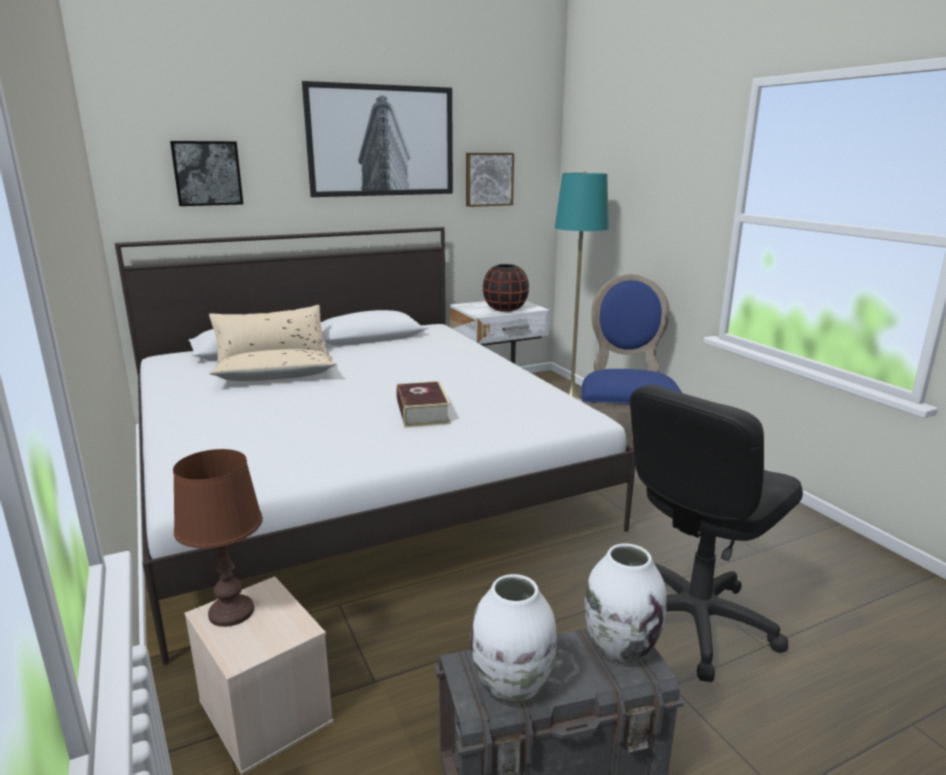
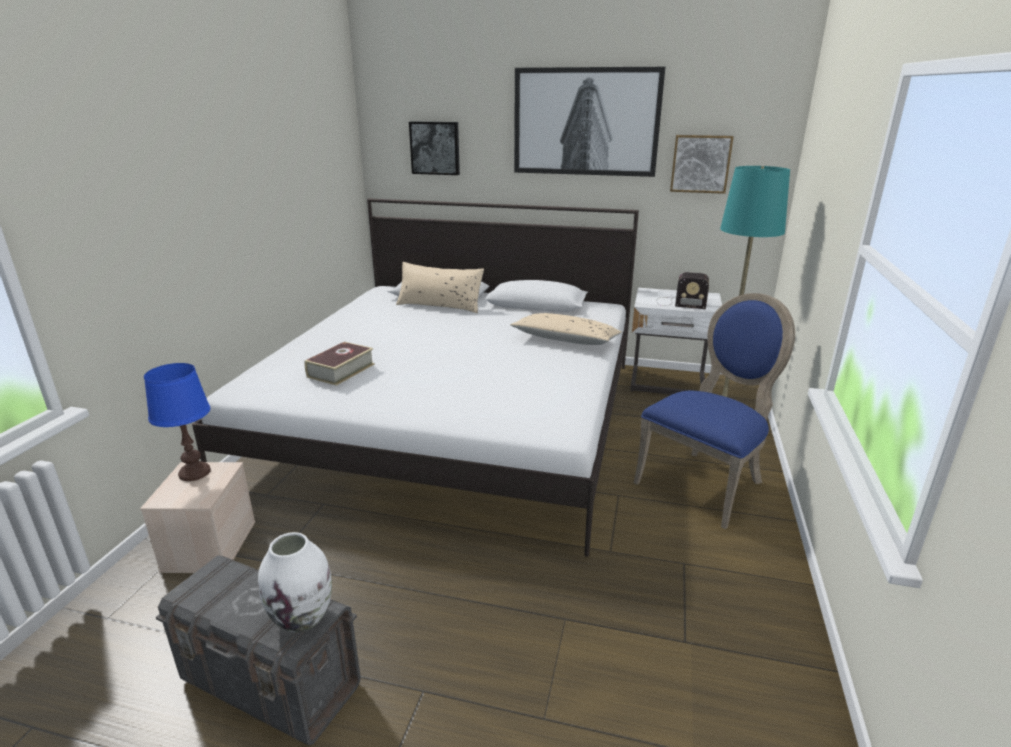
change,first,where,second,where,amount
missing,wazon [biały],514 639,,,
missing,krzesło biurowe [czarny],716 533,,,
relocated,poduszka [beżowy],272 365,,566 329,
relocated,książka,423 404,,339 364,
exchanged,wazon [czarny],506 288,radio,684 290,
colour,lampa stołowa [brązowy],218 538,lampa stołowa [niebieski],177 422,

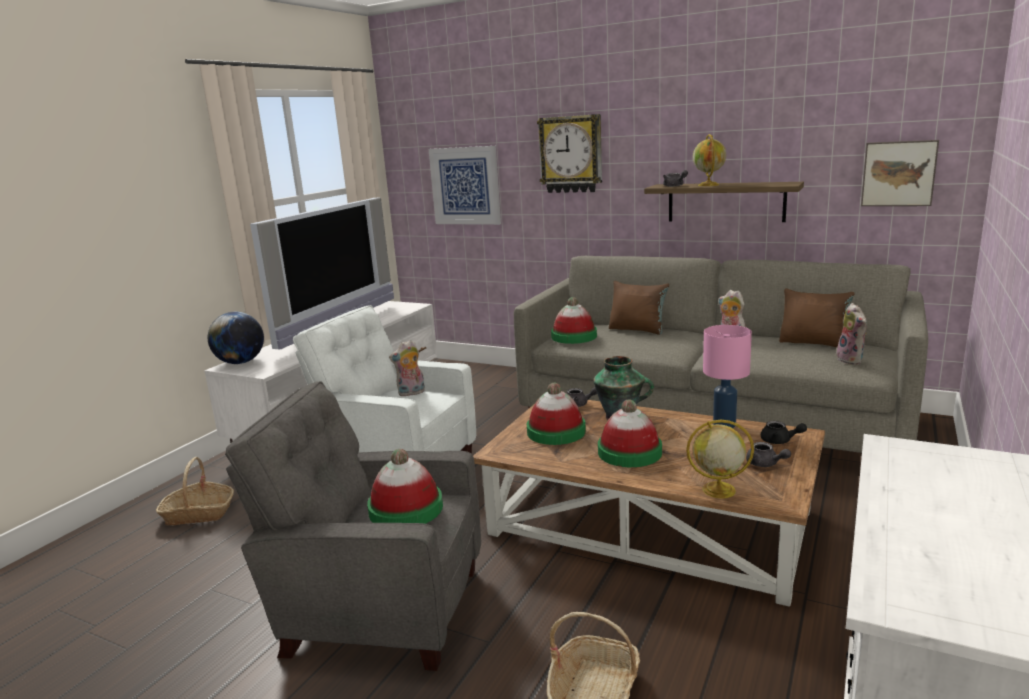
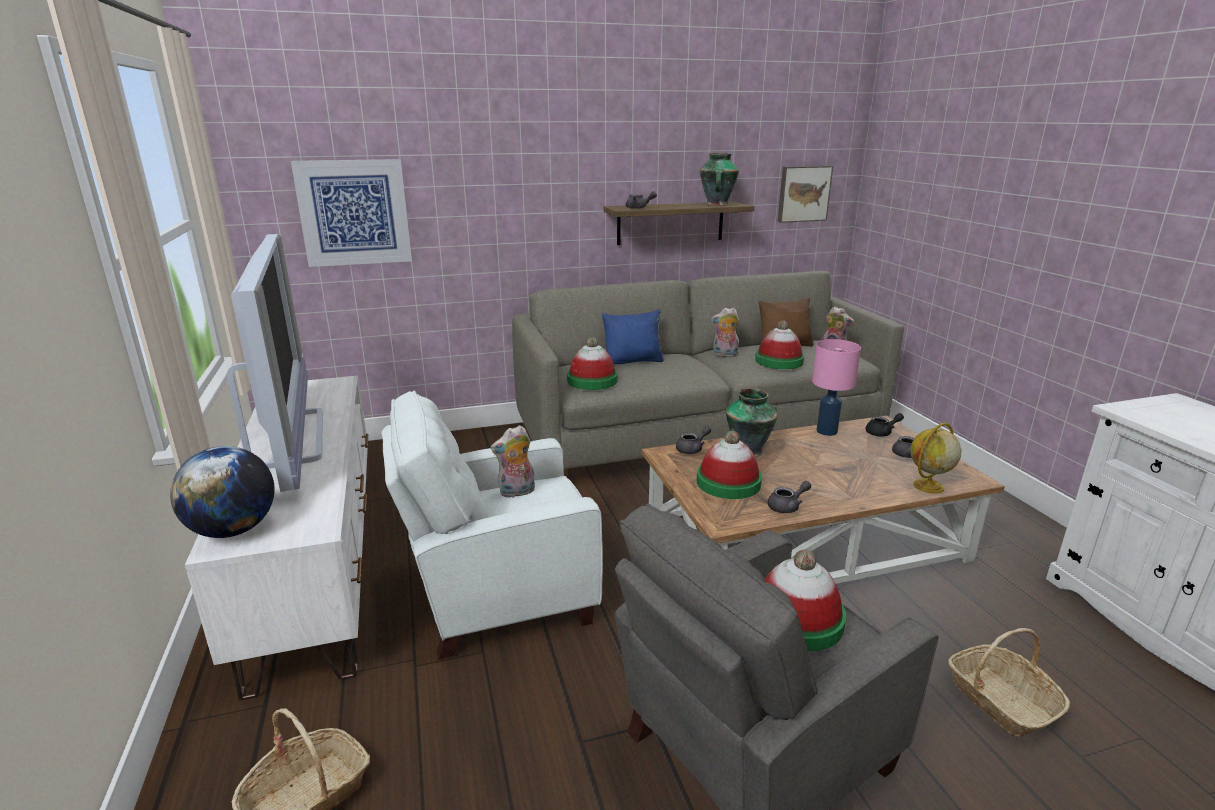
change,first,where,second,where,amount
missing,zegar ścienny,569 153,,,
missing,globus,709 160,,,
appeared,,,wazon,719 179,
appeared,,,imbryk [szary],789 497,
relocated,kapelusz,630 433,,779 344,
colour,poduszka [brązowy],639 308,poduszka [niebieski],633 336,
spun,pluszak,407 368,,512 461,45 degrees clockwise

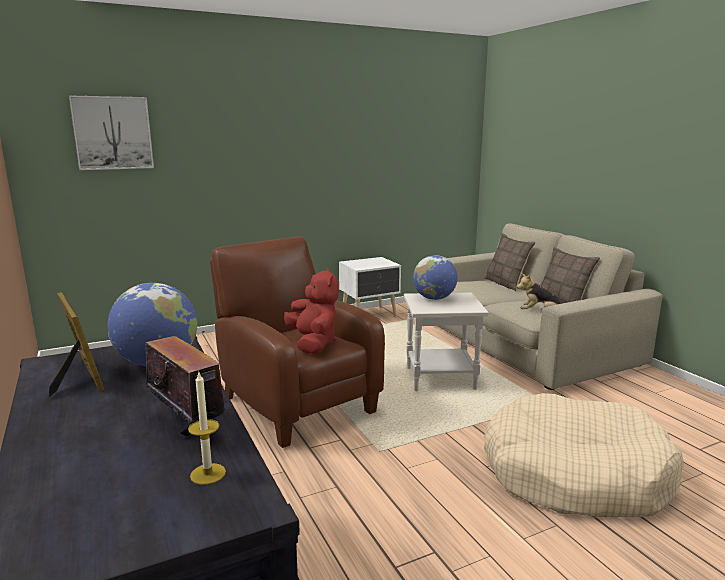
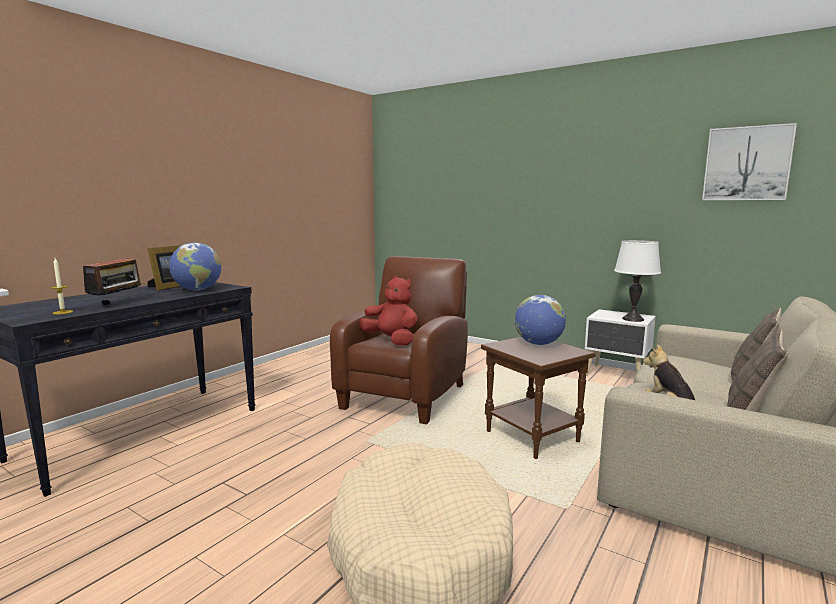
change,first,where,second,where,amount
appeared,,,lampa stołowa [biały],637 281,
relocated,obraz,111 132,,749 161,
colour,stolik [biały],446 342,stolik [brązowy],538 398,
spun,pluszak [czerwony],311 311,,388 310,90 degrees counterclockwise

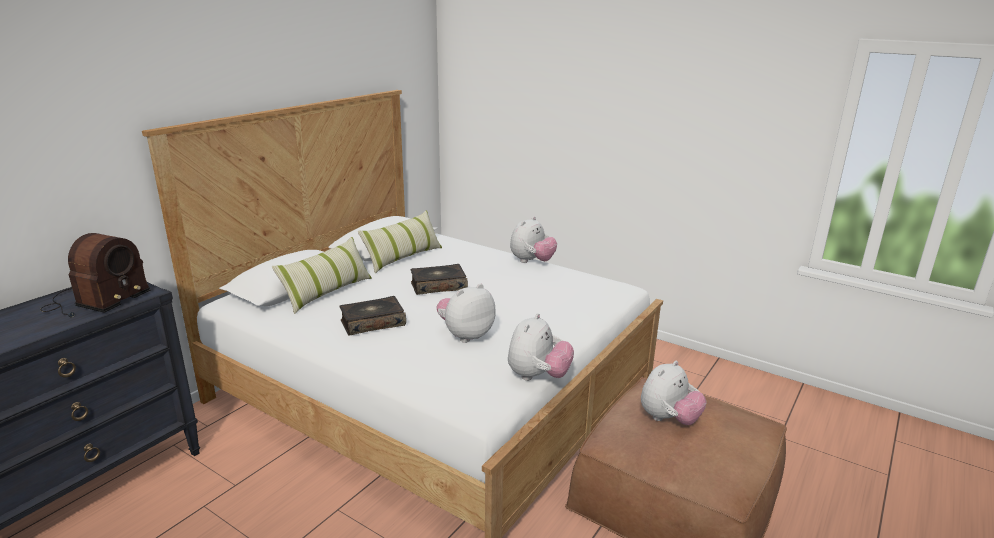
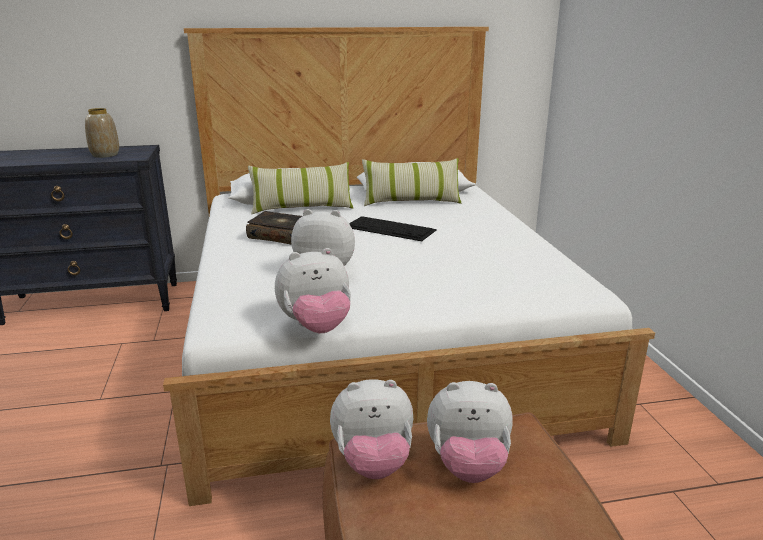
change,first,where,second,where,amount
relocated,pluszak,533 239,,371 429,
exchanged,radio,95 275,wazon,102 133,
exchanged,książka,439 279,klawiatura,393 228,

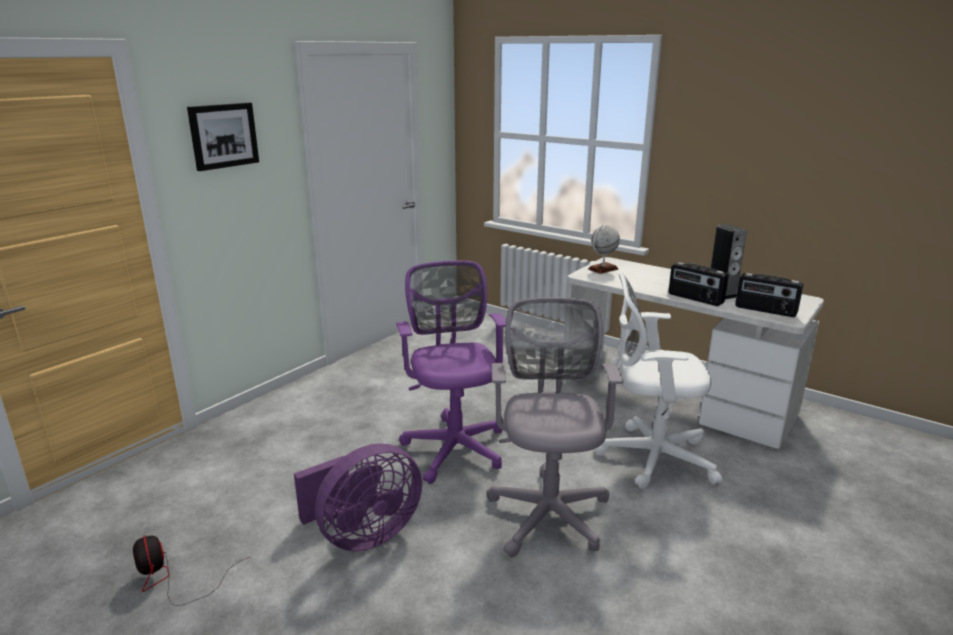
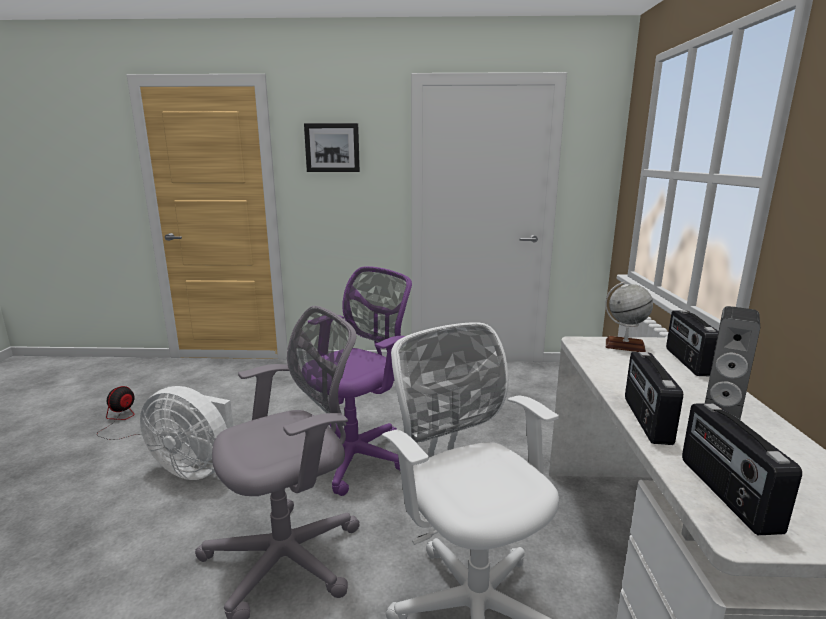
change,first,where,second,where,amount
appeared,,,radio,692 343,
colour,wentylator [fioletowy],358 497,wentylator [biały],186 433,

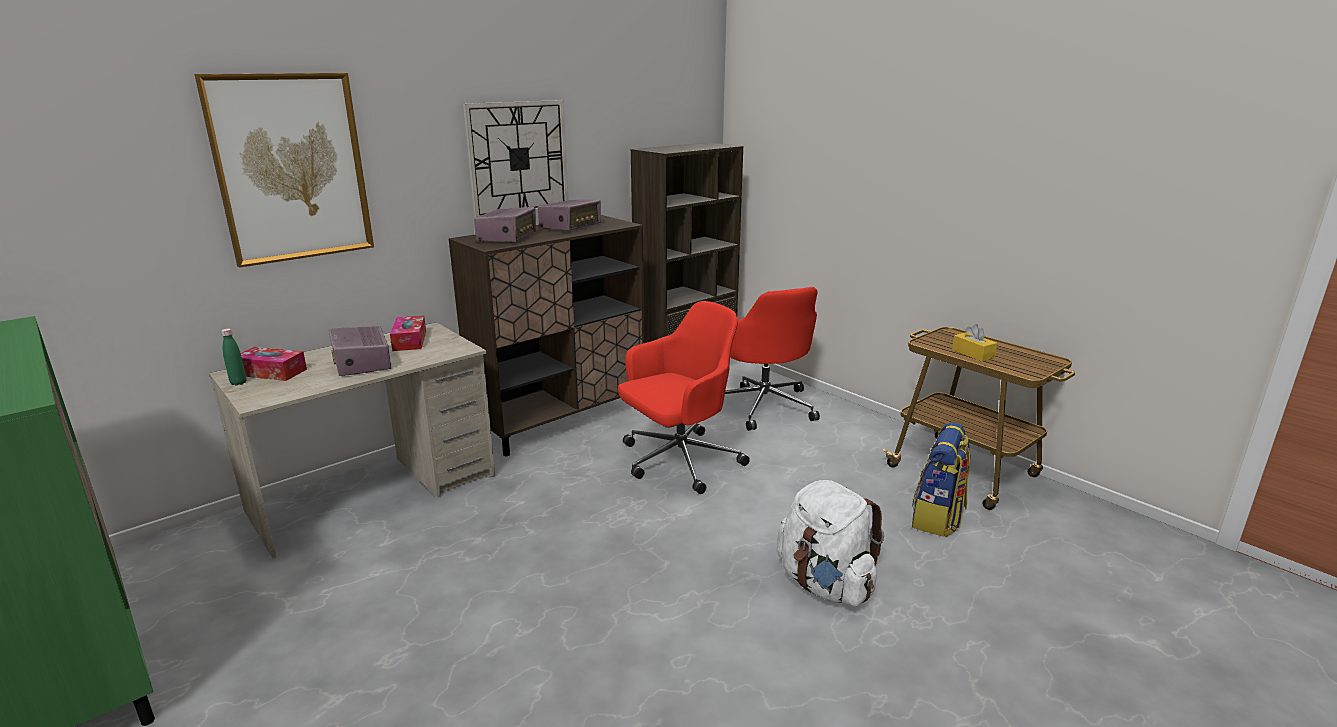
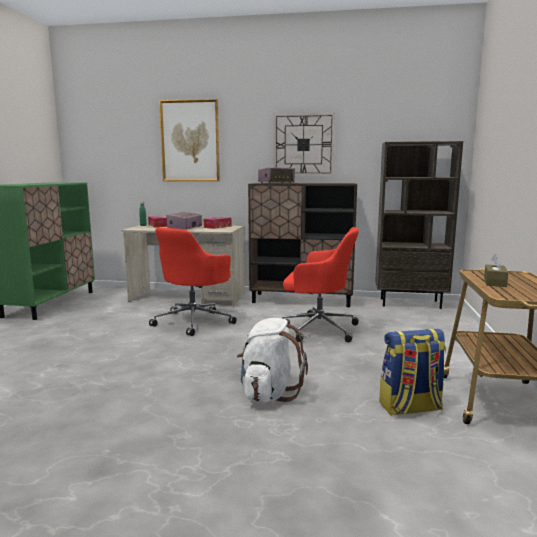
change,first,where,second,where,amount
missing,radio,569 215,,,
relocated,krzesło biurowe [czerwony],772 359,,193 281,
colour,pudełko chusteczek [żółty],975 343,pudełko chusteczek [brązowy],496 270,

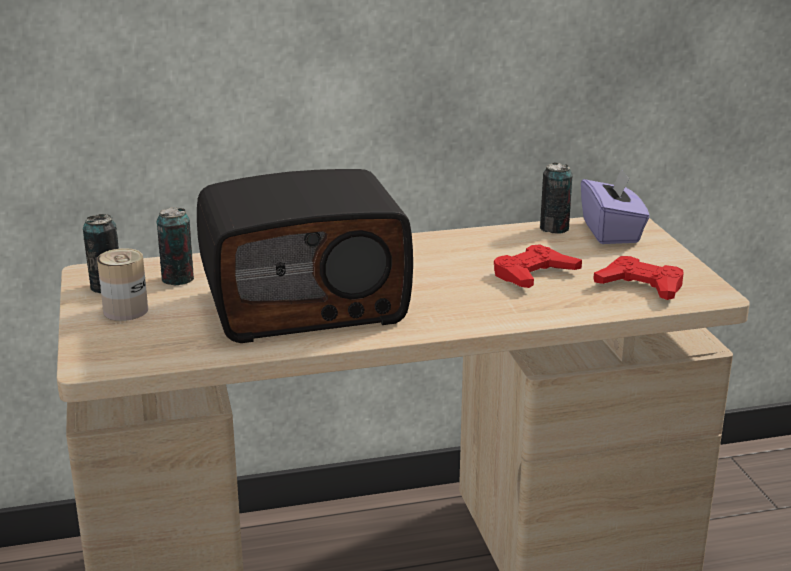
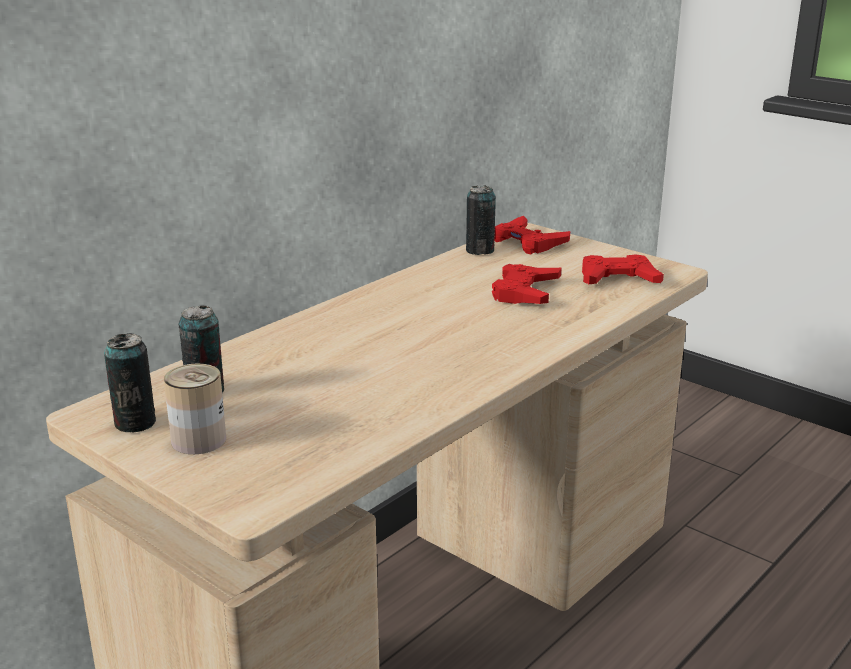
change,first,where,second,where,amount
missing,radio,305 256,,,
exchanged,pudełko chusteczek [fioletowy],615 206,pad do gier [czerwony],532 235,

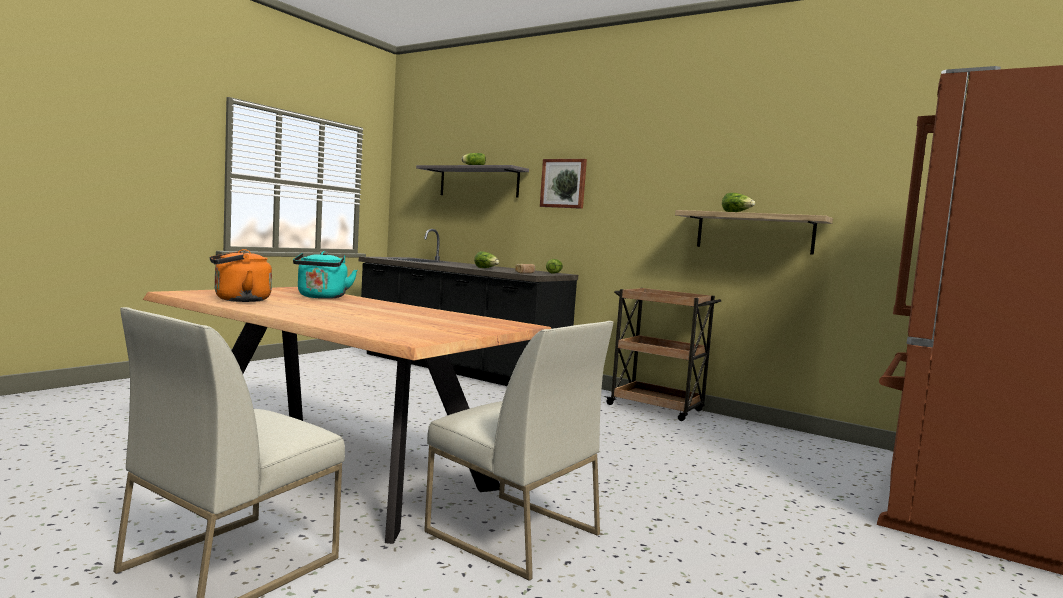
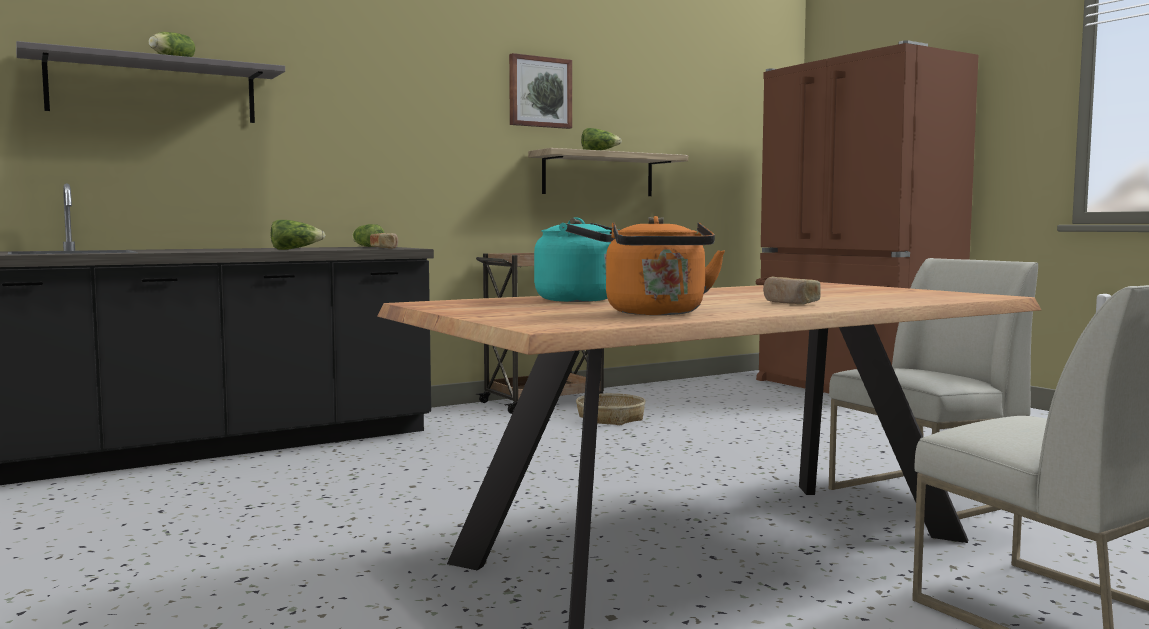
change,first,where,second,where,amount
appeared,,,koszyk,611 409,
appeared,,,chleb,792 290,
relocated,obraz,563 184,,540 91,

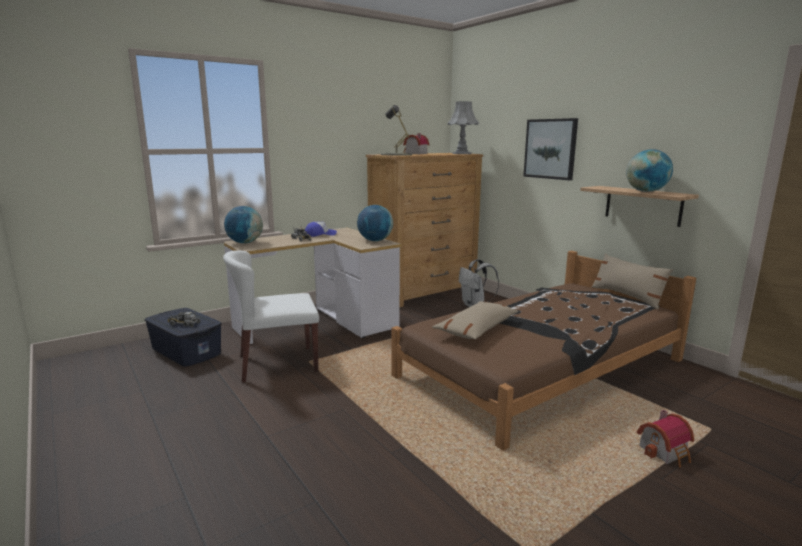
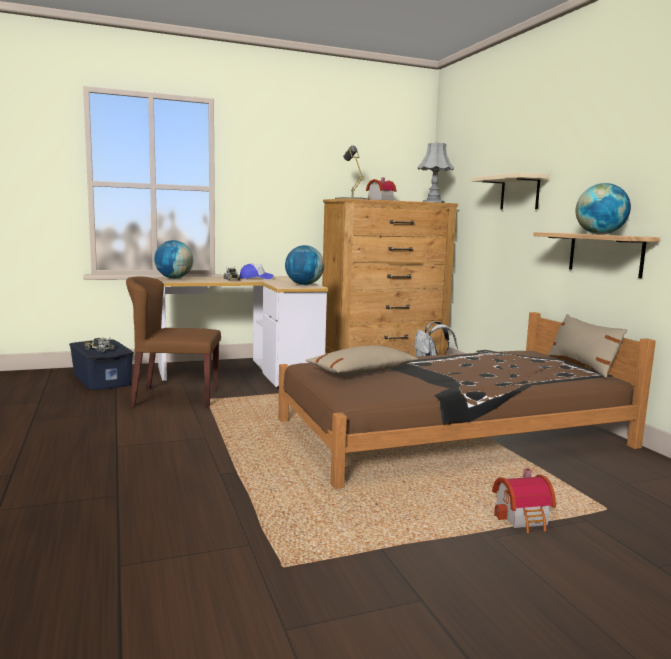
change,first,where,second,where,amount
exchanged,obraz,550 149,półka [beżowy],510 190,
colour,krzesło [biały],271 316,krzesło [brązowy],173 342,

